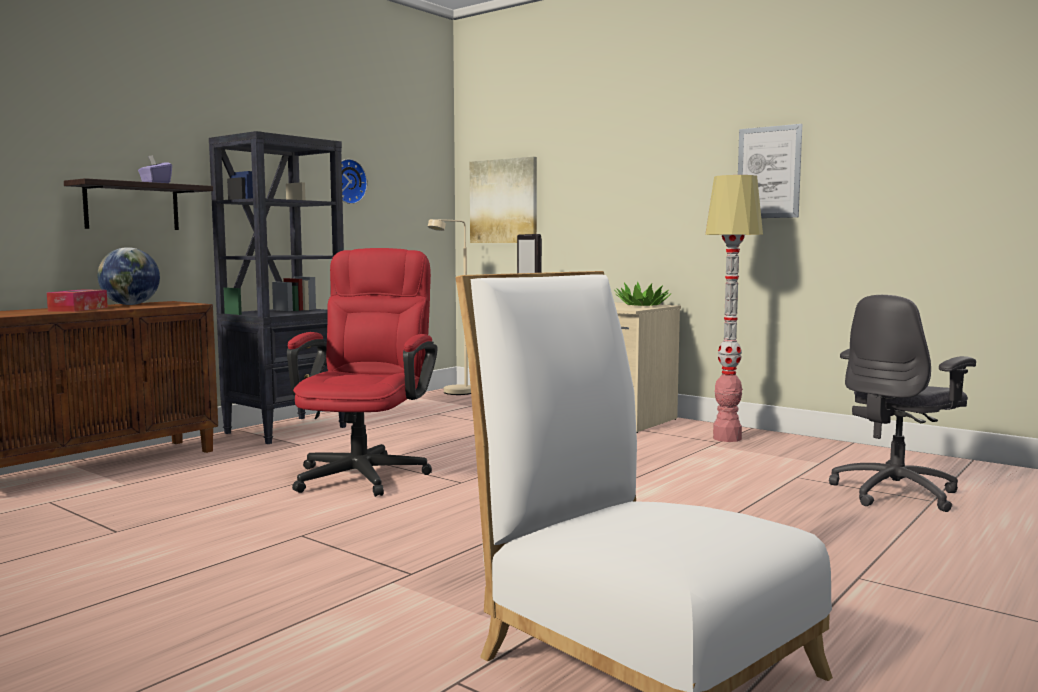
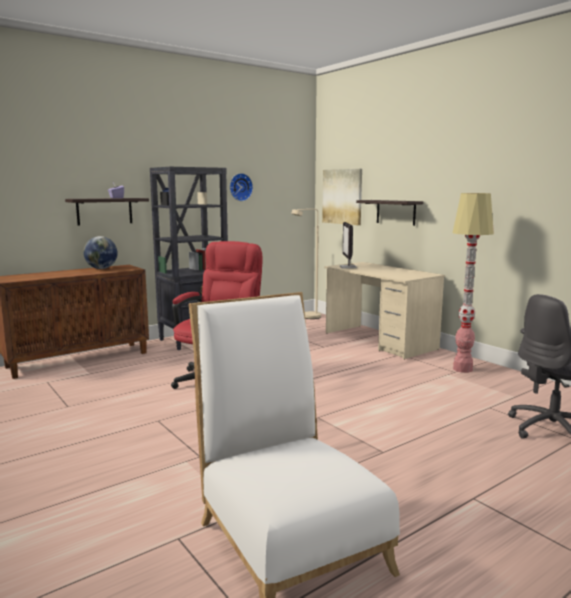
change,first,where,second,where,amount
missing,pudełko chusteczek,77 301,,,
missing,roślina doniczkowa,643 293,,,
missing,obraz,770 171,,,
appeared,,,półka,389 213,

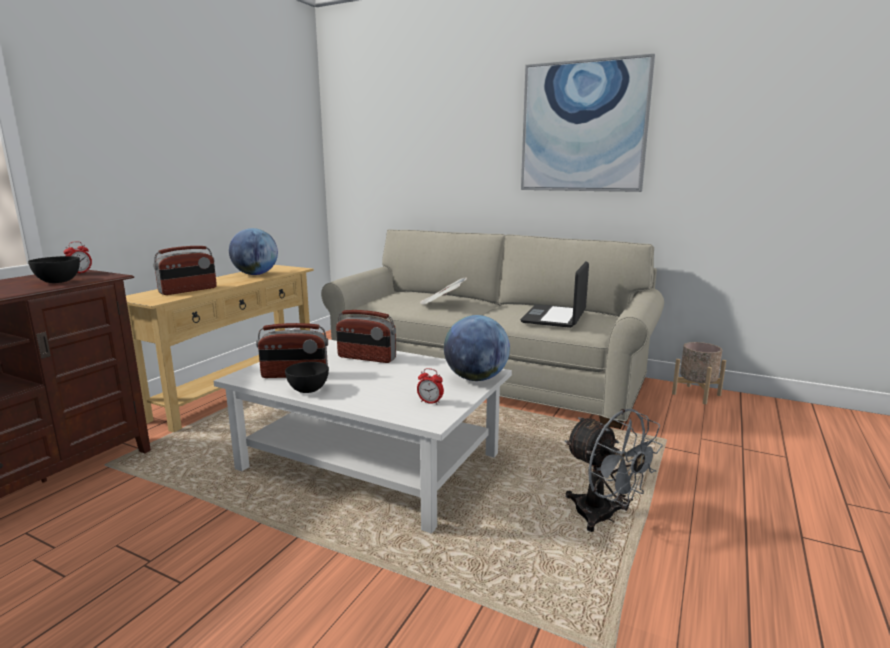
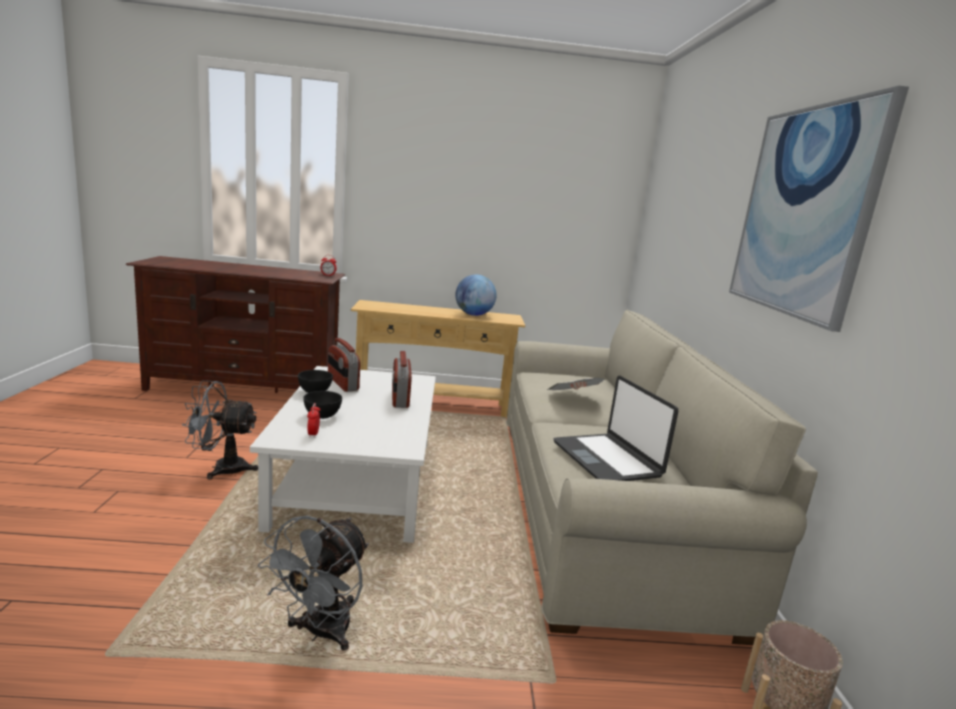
change,first,where,second,where,amount
missing,radio,185 270,,,
missing,globus,477 348,,,
appeared,,,wentylator [szary],220 430,
relocated,miska [czarny],54 269,,322 405,
spun,laptop,554 294,,615 428,105 degrees counterclockwise

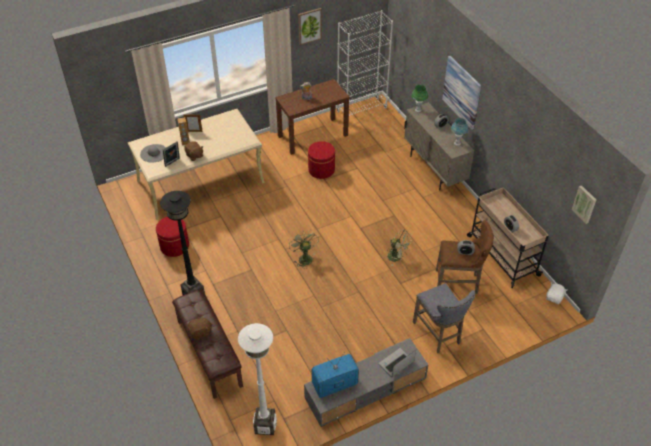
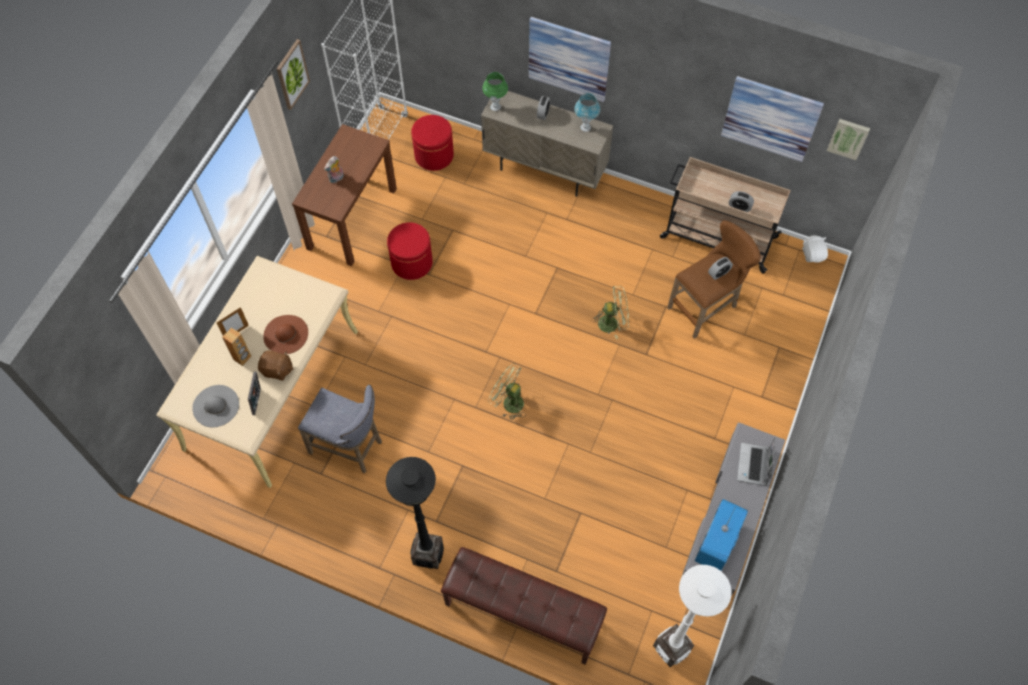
change,first,where,second,where,amount
missing,pluszak [brązowy],200 327,,,
appeared,,,kapelusz [brązowy],285 334,
appeared,,,obraz,772 119,
relocated,pufa [czerwony],172 237,,432 143,
relocated,stołek [szary],444 318,,340 429,

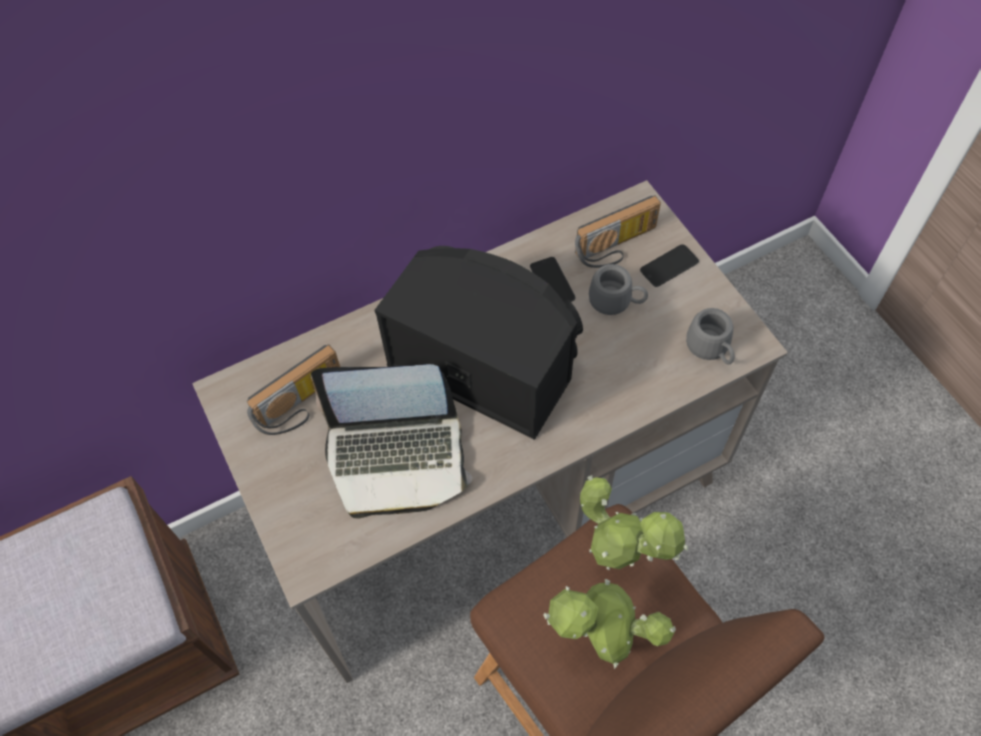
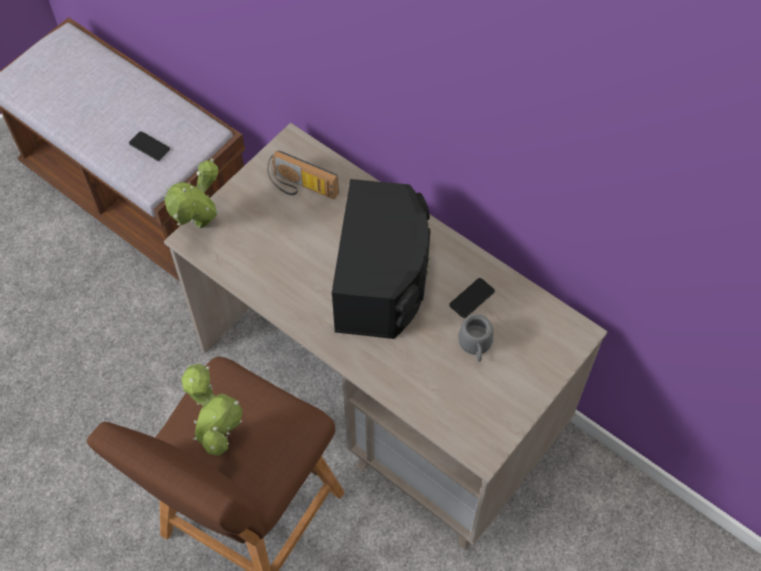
change,first,where,second,where,amount
missing,laptop,391 441,,,
missing,radio,618 231,,,
missing,kubek [szary],710 336,,,
relocated,roślina doniczkowa,634 522,,191 193,
relocated,telefon,669 265,,149 146,

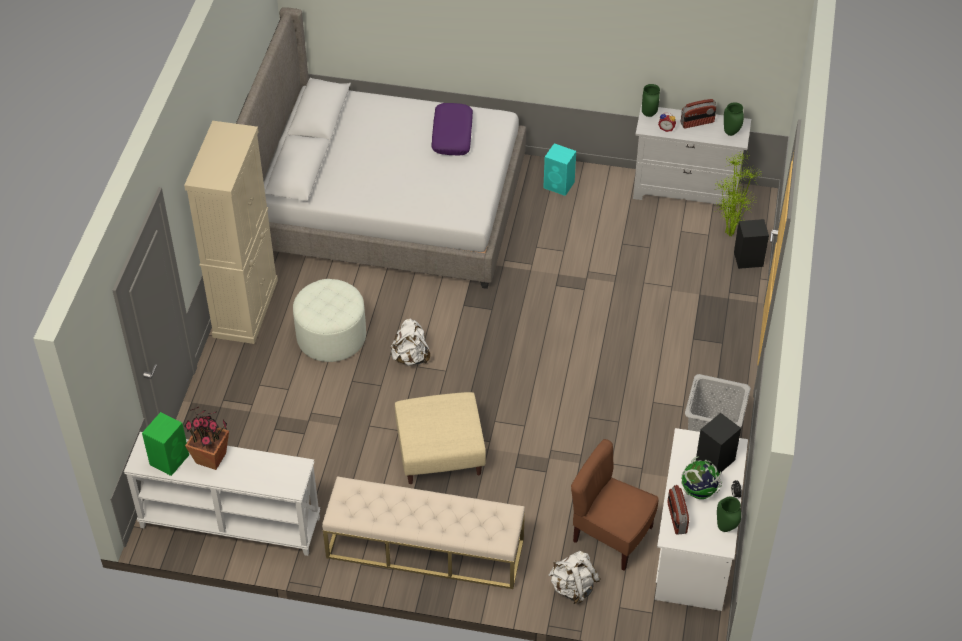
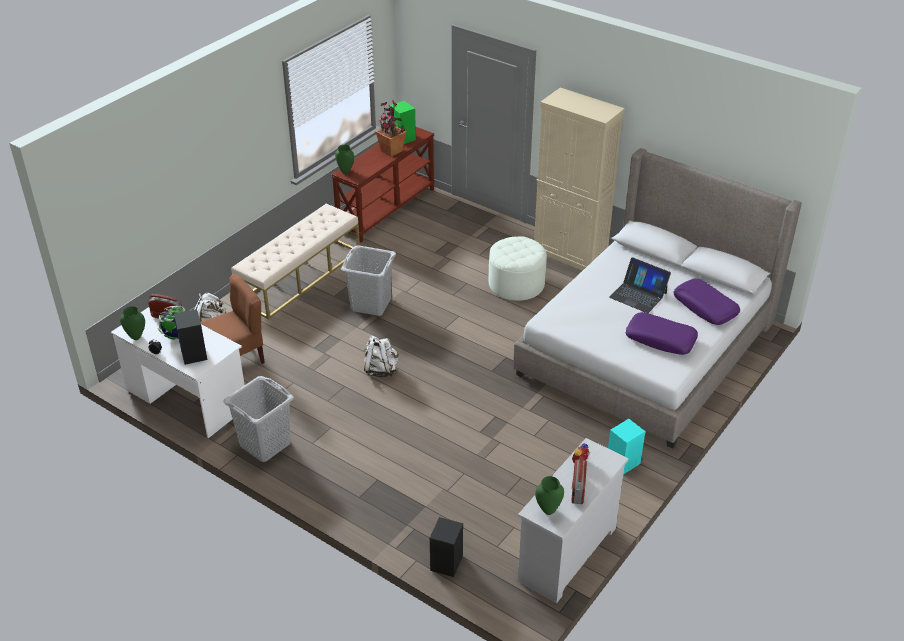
change,first,where,second,where,amount
missing,roślina doniczkowa,738 194,,,
appeared,,,laptop,640 285,
appeared,,,poduszka [fioletowy],707 302,
relocated,plecak [biały],410 342,,381 356,
relocated,wazon [zielony],651 100,,344 159,
exchanged,pufa [beżowy],440 438,kosz na pranie [szary],368 280,
colour,stolik konsolowy [biały],222 494,stolik konsolowy [brązowy],383 185,

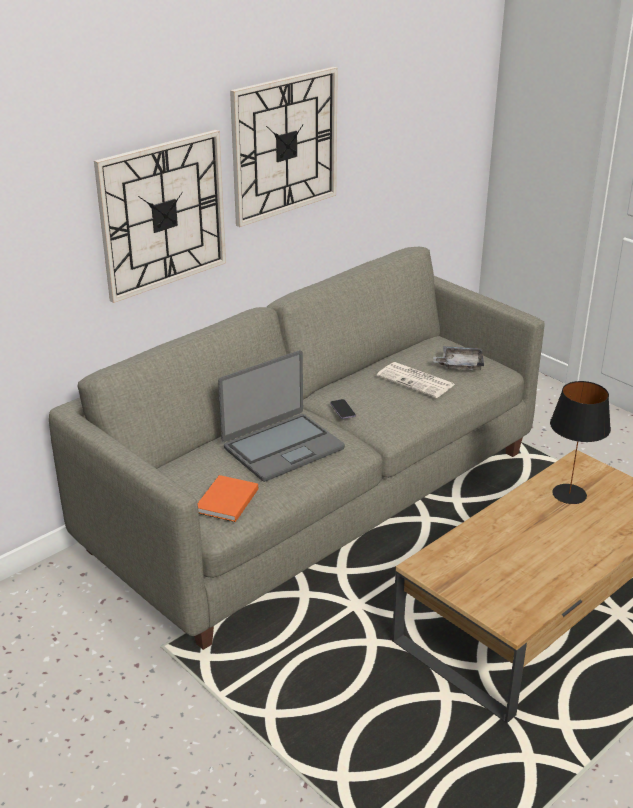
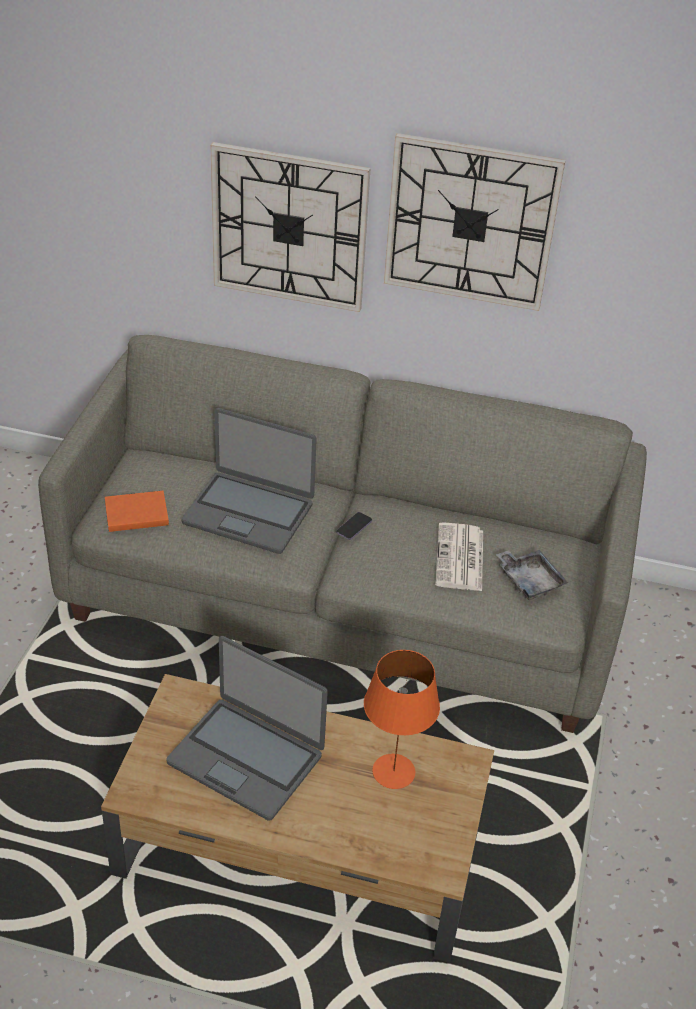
change,first,where,second,where,amount
appeared,,,laptop,247 728,
colour,lampa stołowa [czarny],580 442,lampa stołowa [pomarańczowy],402 719,

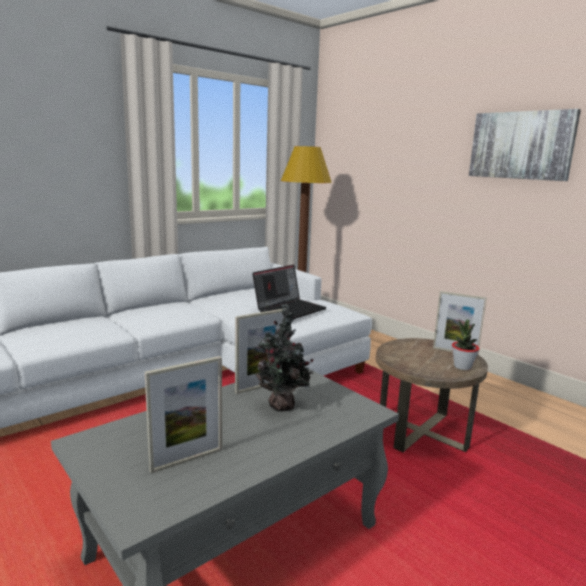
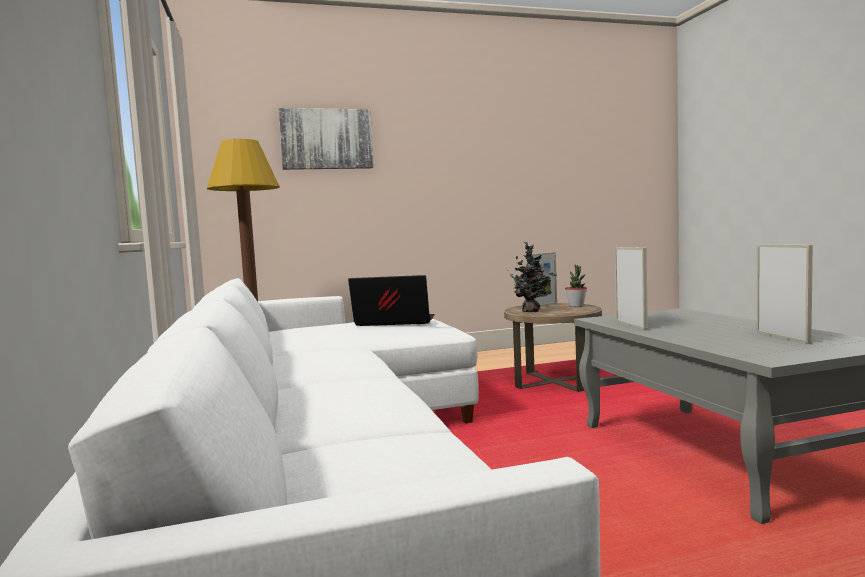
change,first,where,second,where,amount
relocated,roślina doniczkowa,284 358,,531 277,
relocated,obraz,525 145,,326 139,
spun,laptop,289 292,,391 300,60 degrees counterclockwise

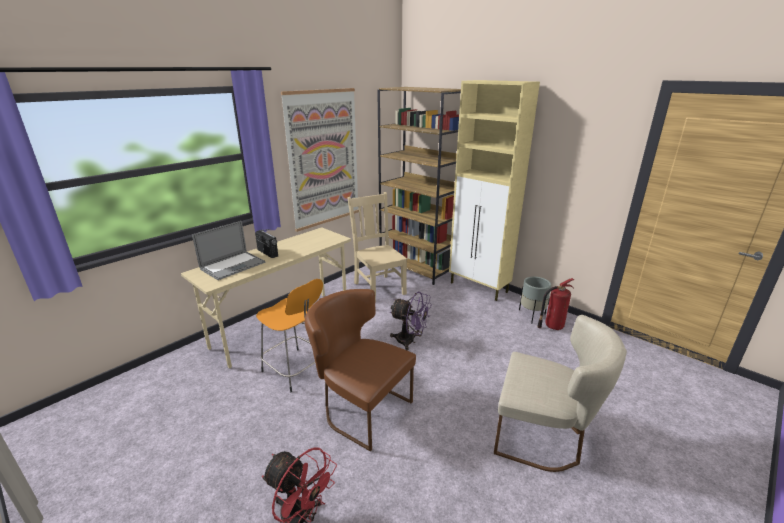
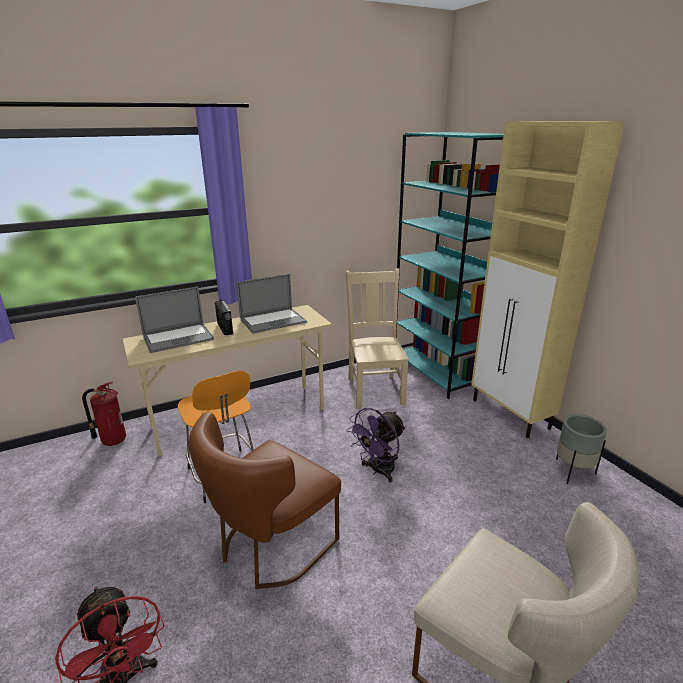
change,first,where,second,where,amount
missing,obraz,320 160,,,
appeared,,,laptop,271 304,
relocated,gaśnica,555 304,,104 414,
colour,regał [brązowy],419 186,regał [turkusowy],450 265,
spun,krzesło [brązowy],360 370,,265 500,105 degrees counterclockwise
spun,wentylator [fioletowy],411 321,,376 445,90 degrees clockwise

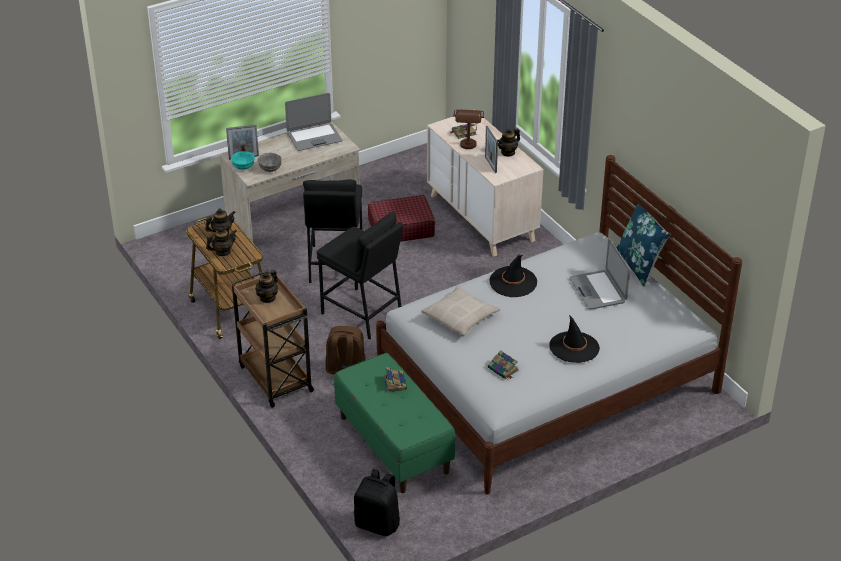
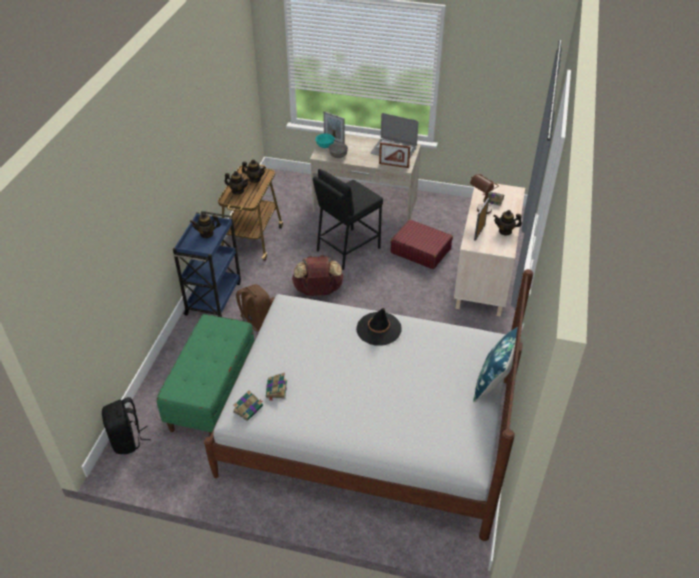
change,first,where,second,where,amount
missing,poduszka [beżowy],460 311,,,
missing,kapelusz [czarny],574 339,,,
missing,laptop,599 274,,,
appeared,,,ramka na zdjęcie,394 155,
relocated,książka,395 379,,248 405,
exchanged,stołek [czarny],360 276,plecak [brązowy],318 275,
colour,wózek [brązowy],273 339,wózek [niebieski],207 264,

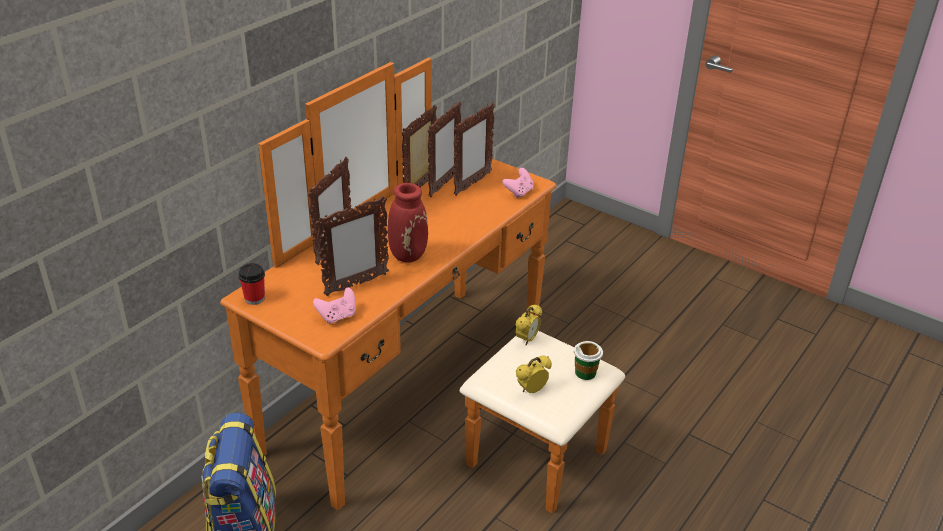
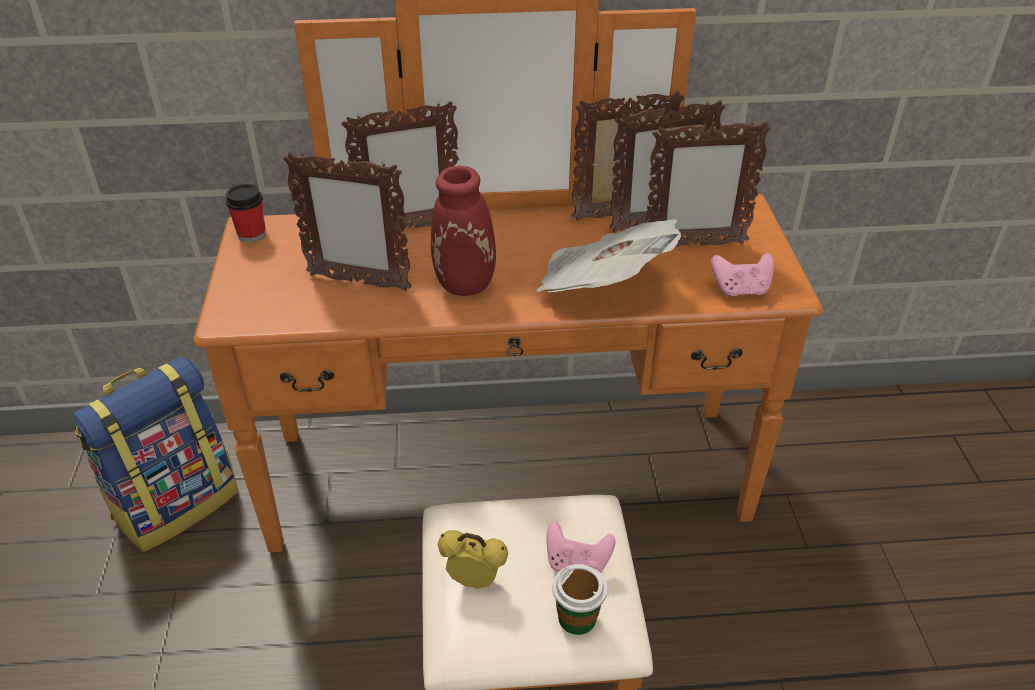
change,first,where,second,where,amount
missing,budzik,529 324,,,
appeared,,,gazeta,608 255,
relocated,pad do gier [różowy],334 305,,580 547,

